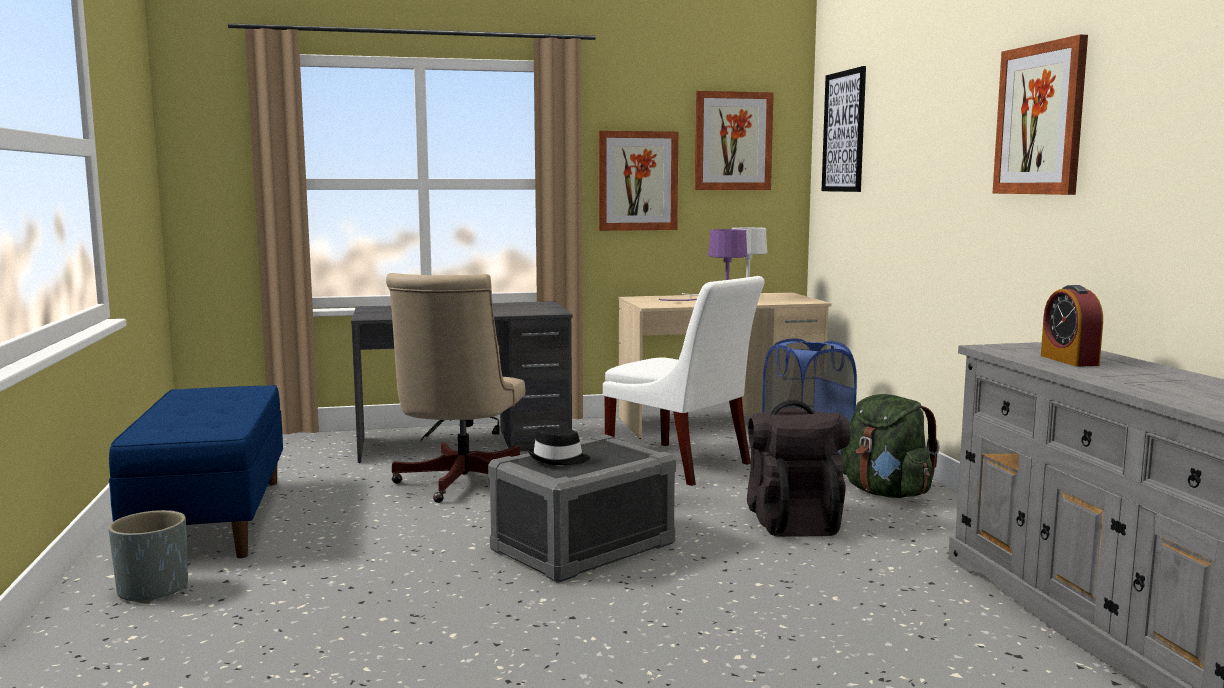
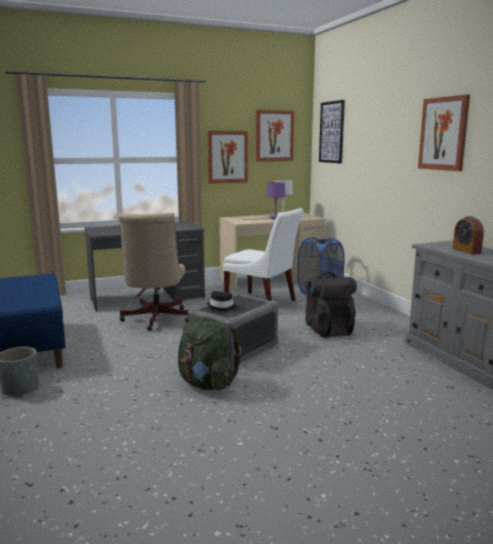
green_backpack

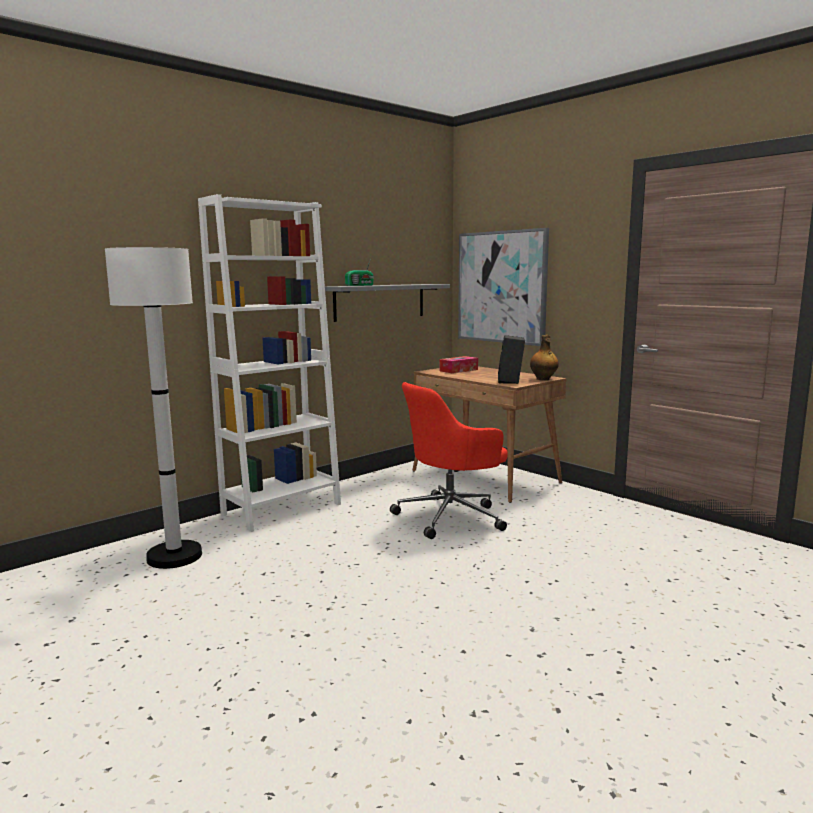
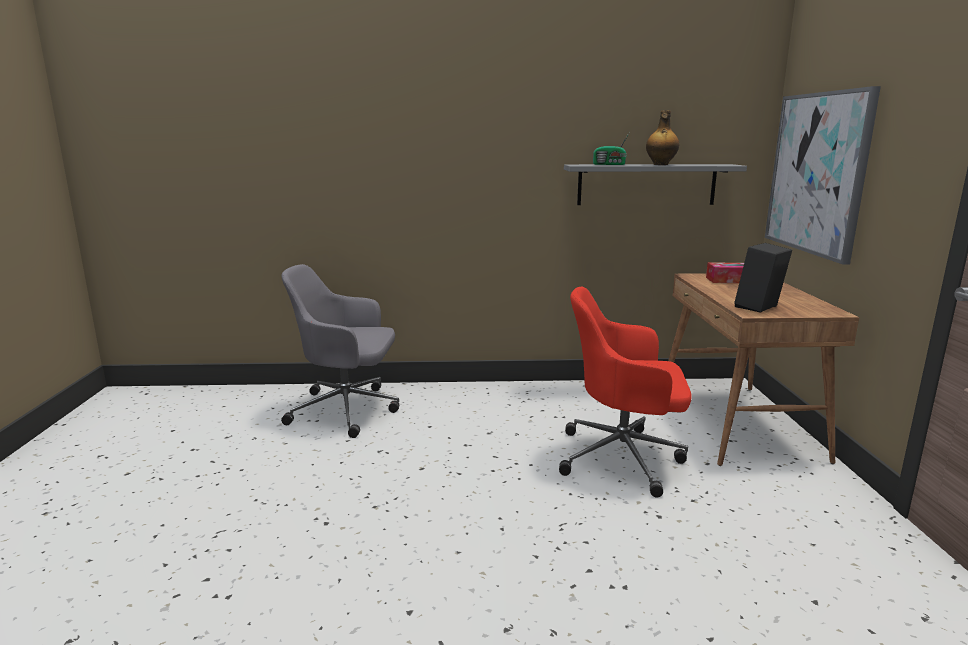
white_bookcase; bottle; grey_office_chair

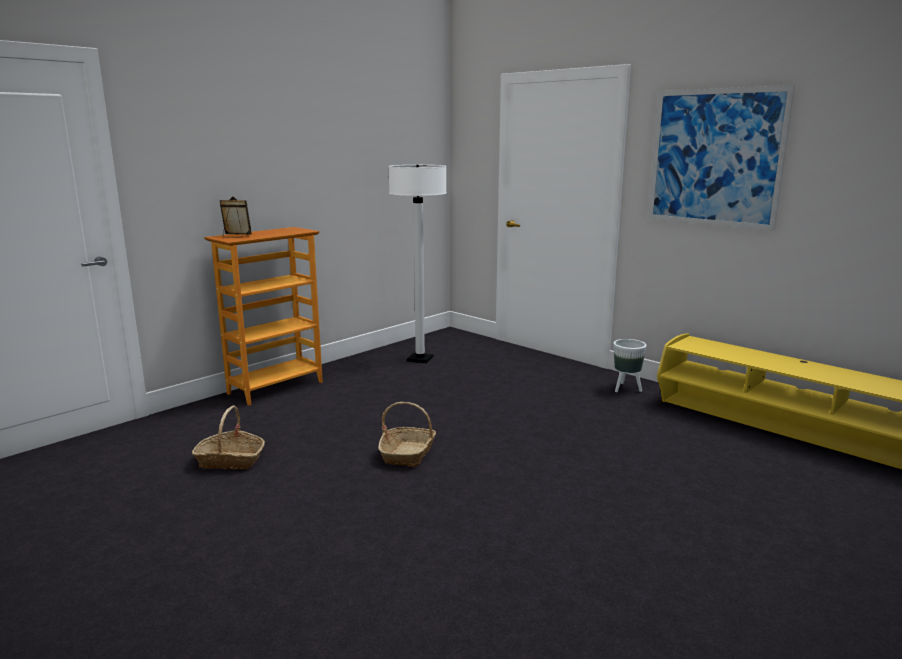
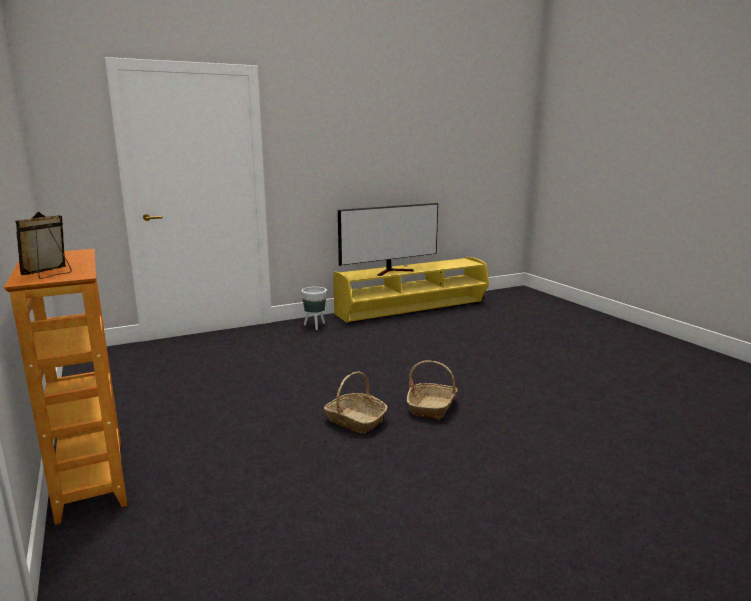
white_floor_lamp; picture; television; basket (no. 2 from left)

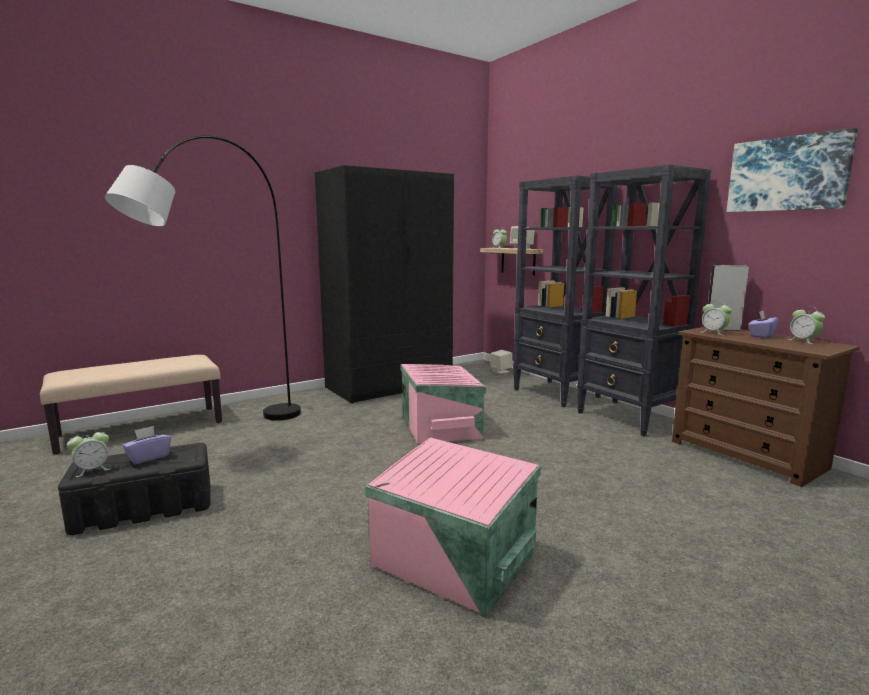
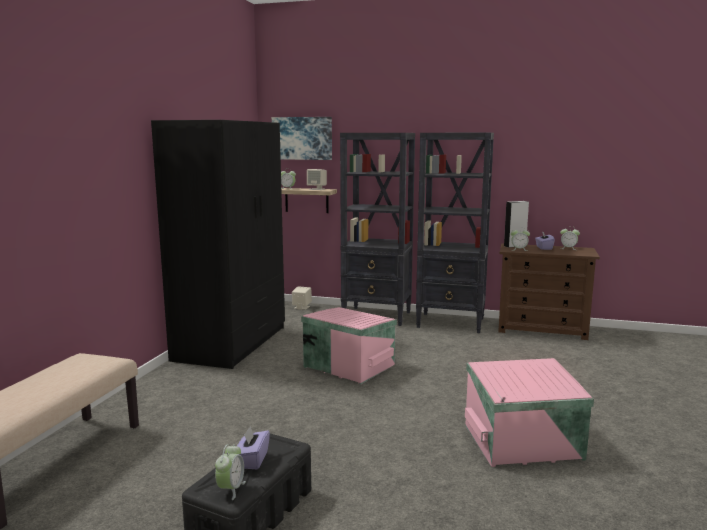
grey_floor_lamp; picture

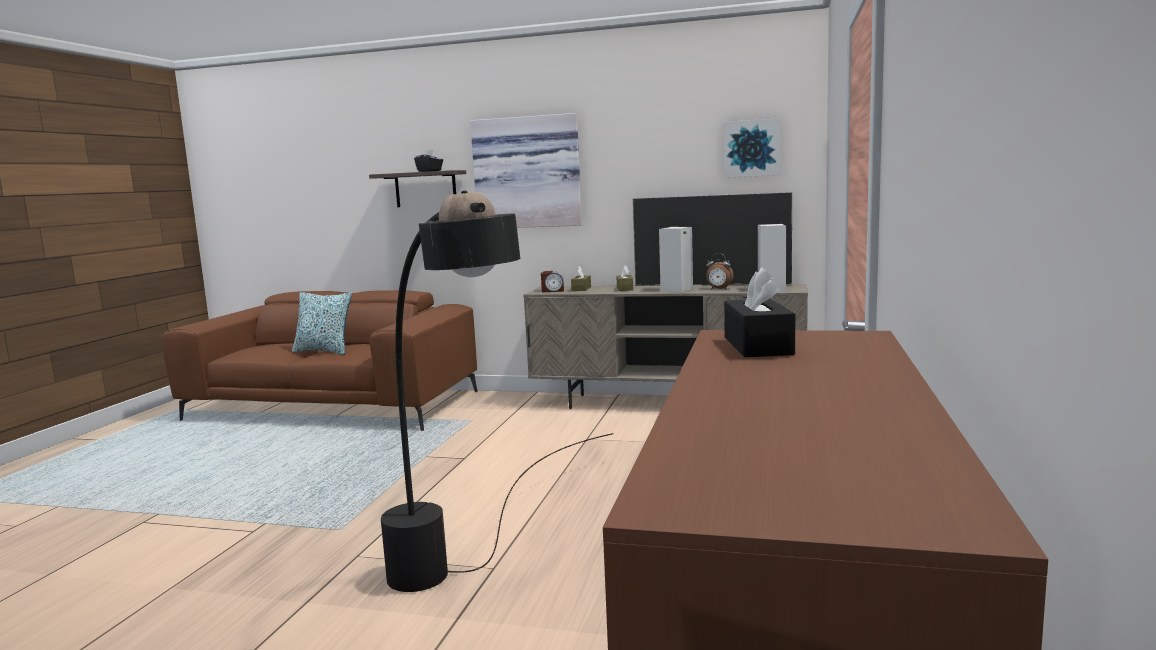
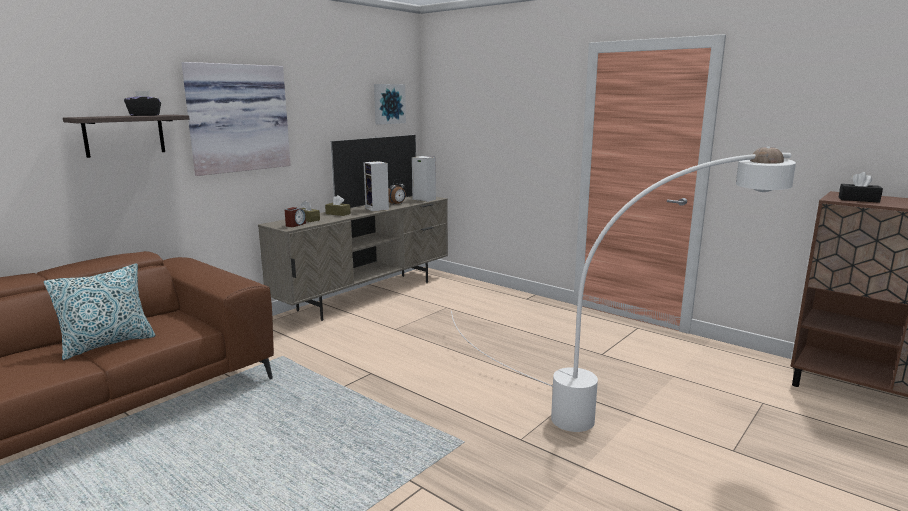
white_floor_lamp

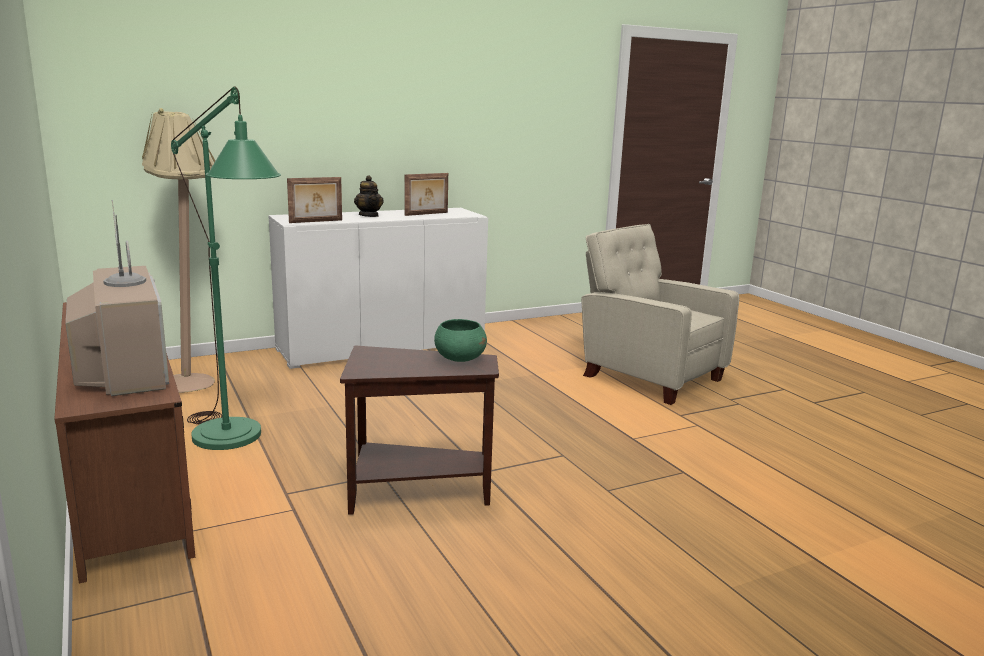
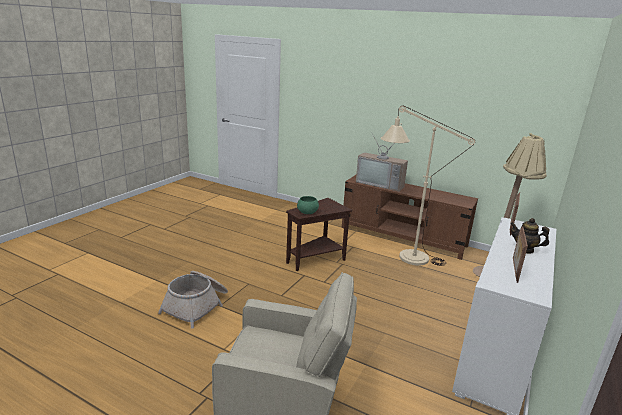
basket; beige_floor_lamp (no. 1 from left)

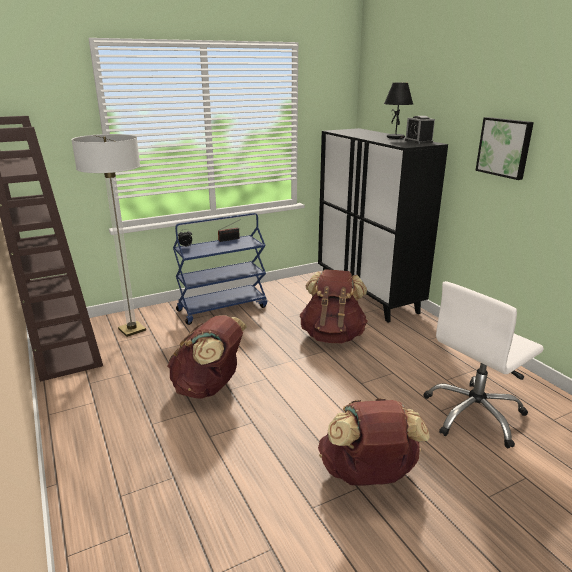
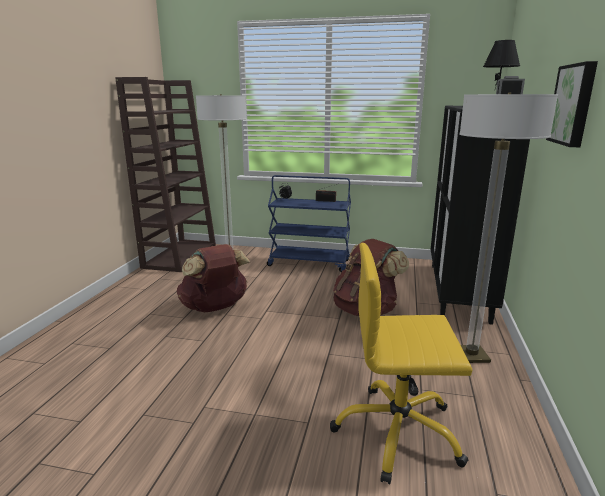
brown_backpack (no. 3 from left in the first image); floor_lamp (no. 2 from left); yellow_office_chair

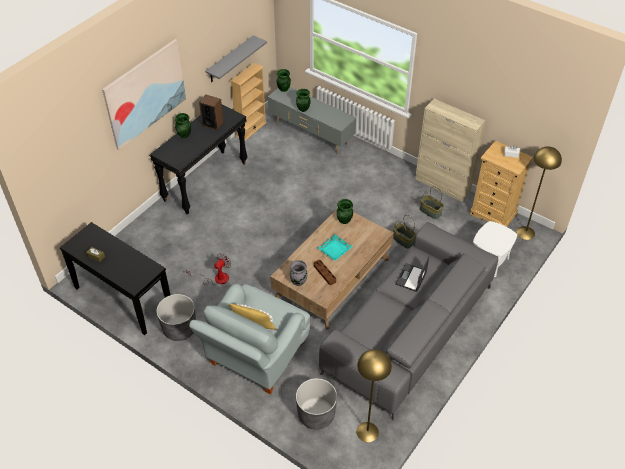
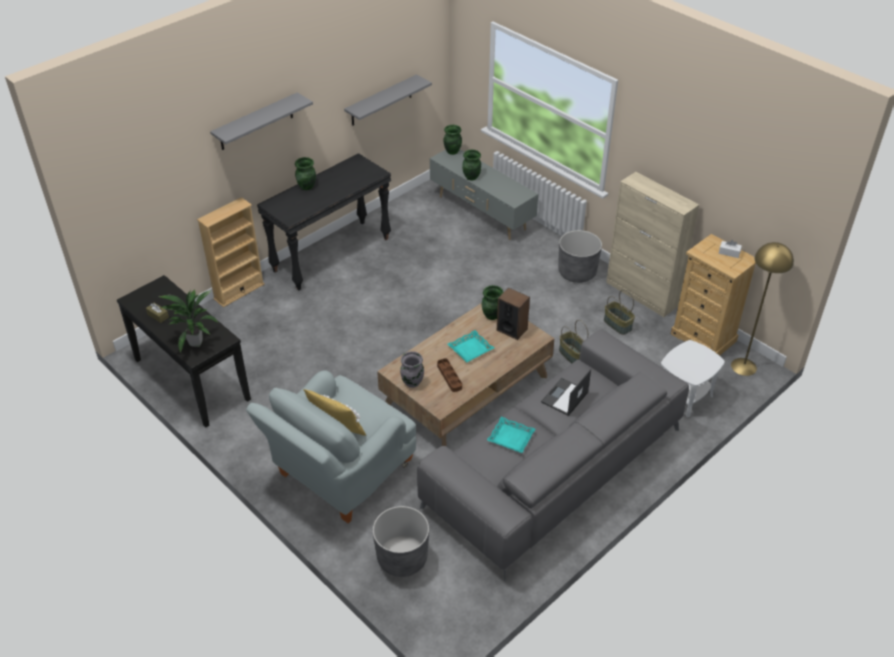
fan; yellow_floor_lamp (no. 1 from left in the first image); potted_plant; turquoise_tray (no. 2 from left); grey_planter (no. 2 from left); speaker; beige_bookcase; grey_shelf (no. 1 from left)

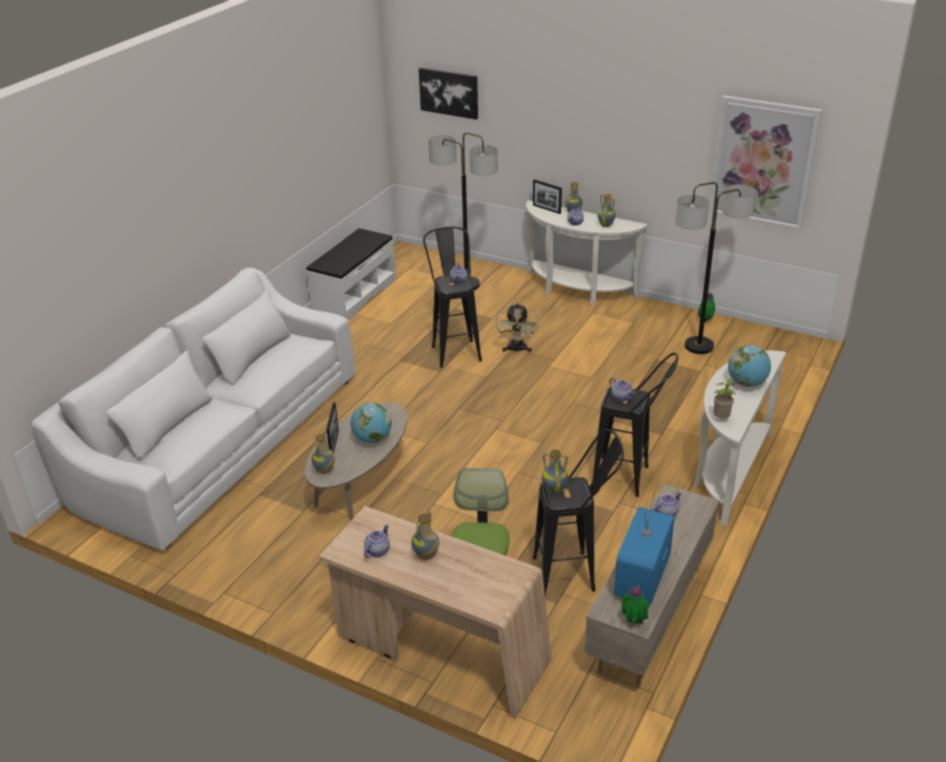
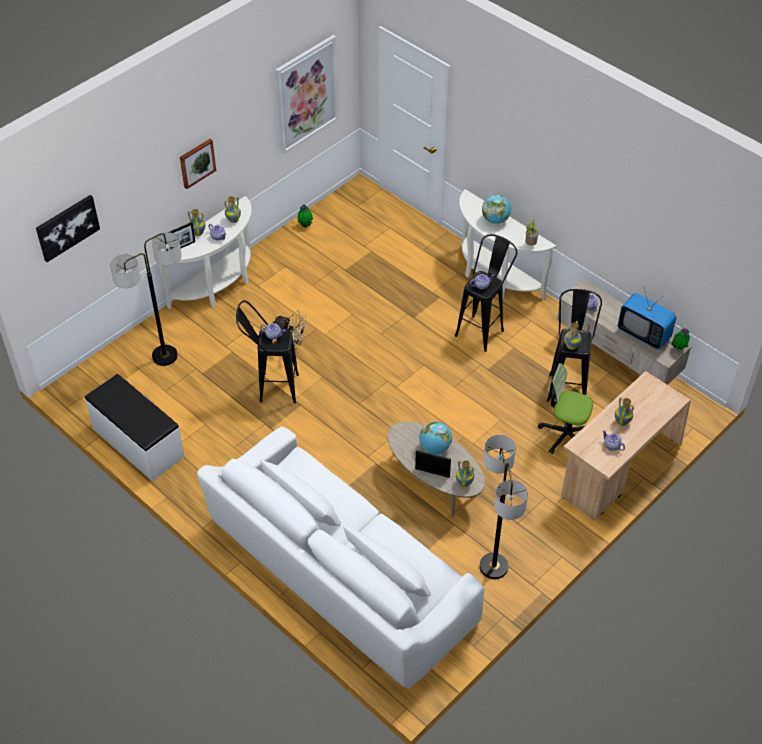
picture (no. 2 from left); floor_lamp (no. 2 from left)

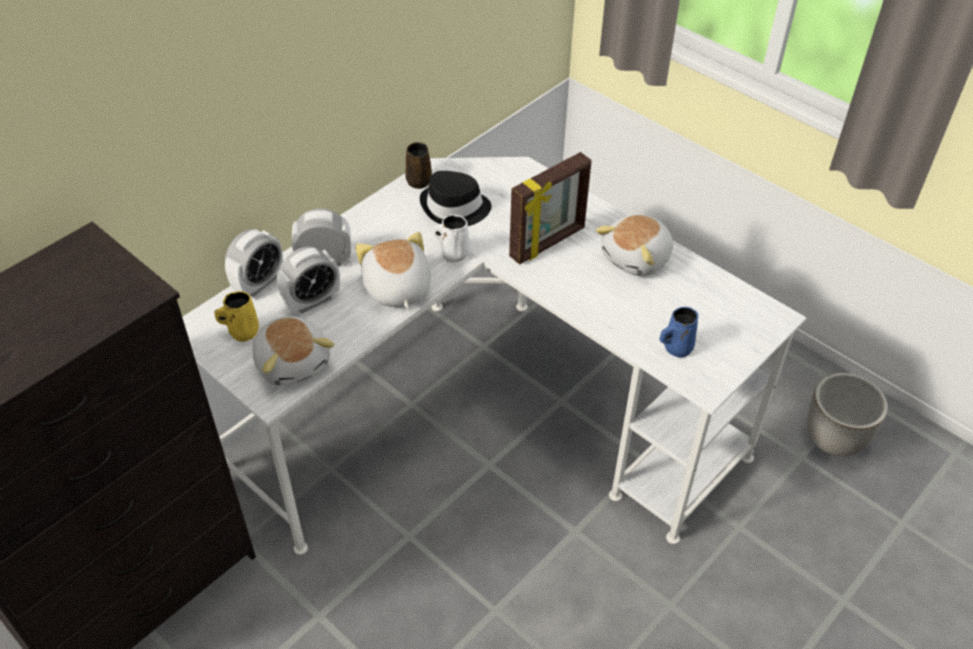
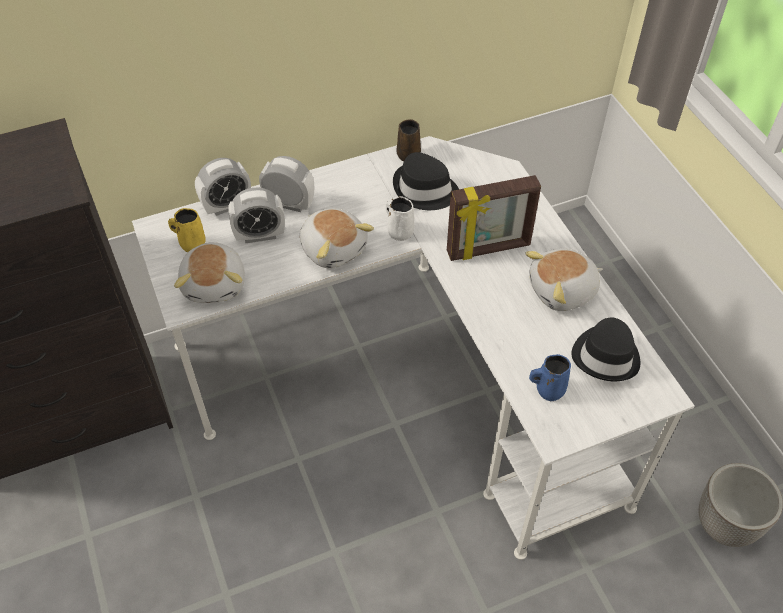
black_hat (no. 2 from left); plush_toy (no. 2 from left)

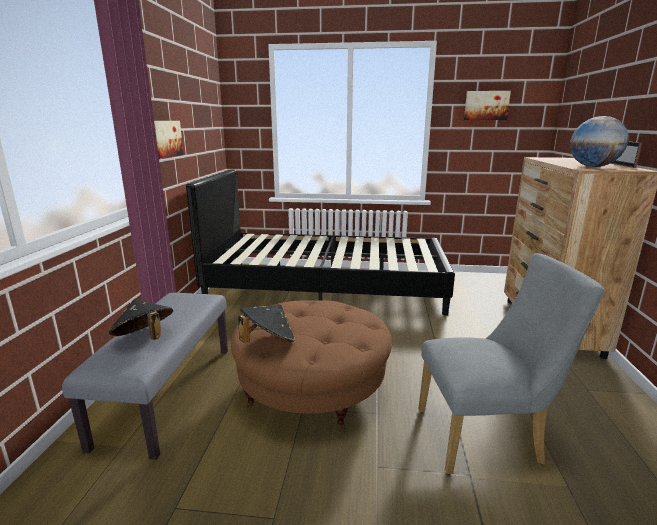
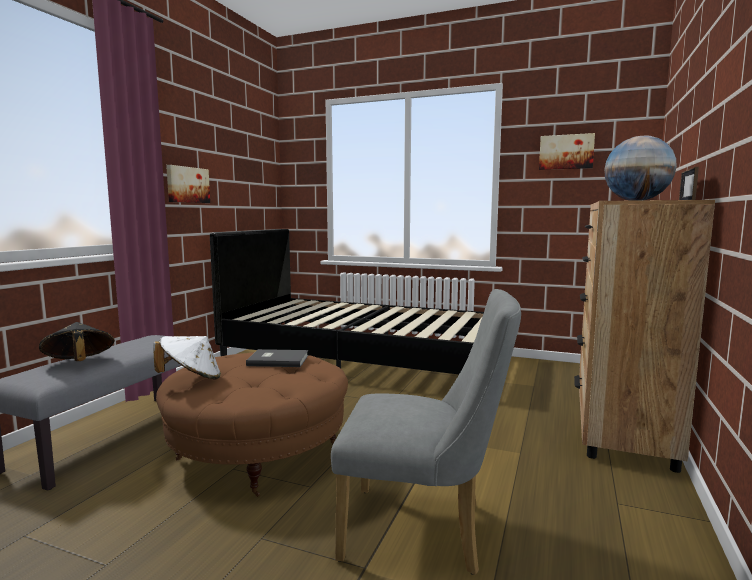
grey_book; white_hat

